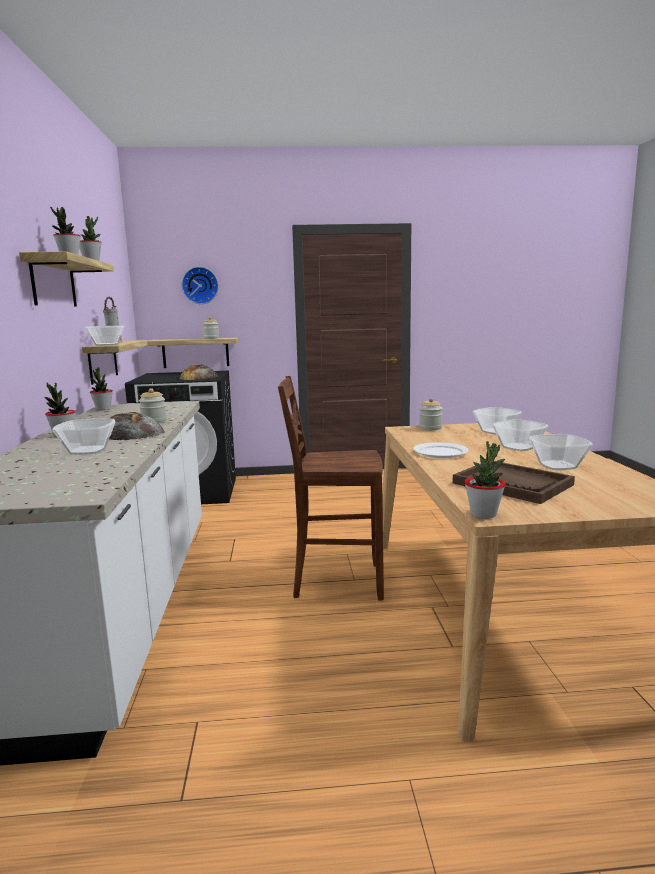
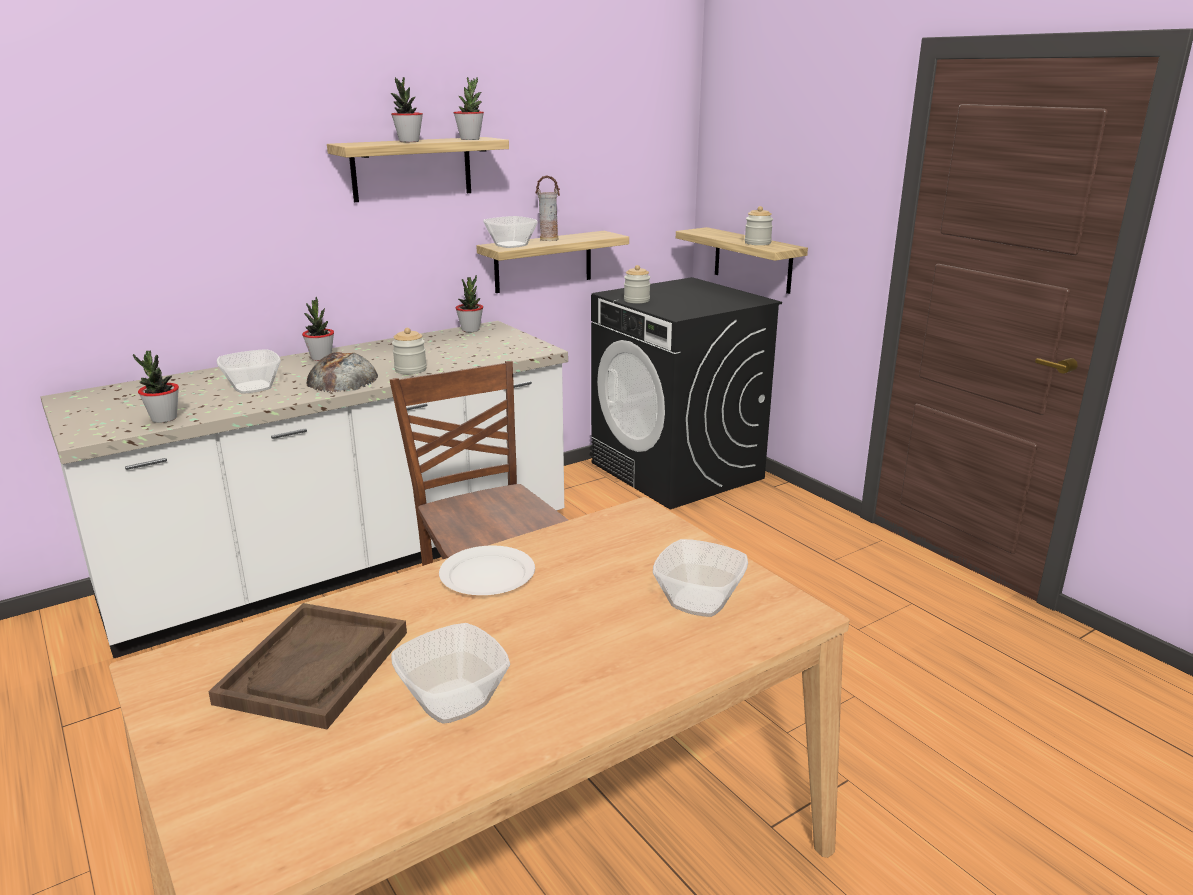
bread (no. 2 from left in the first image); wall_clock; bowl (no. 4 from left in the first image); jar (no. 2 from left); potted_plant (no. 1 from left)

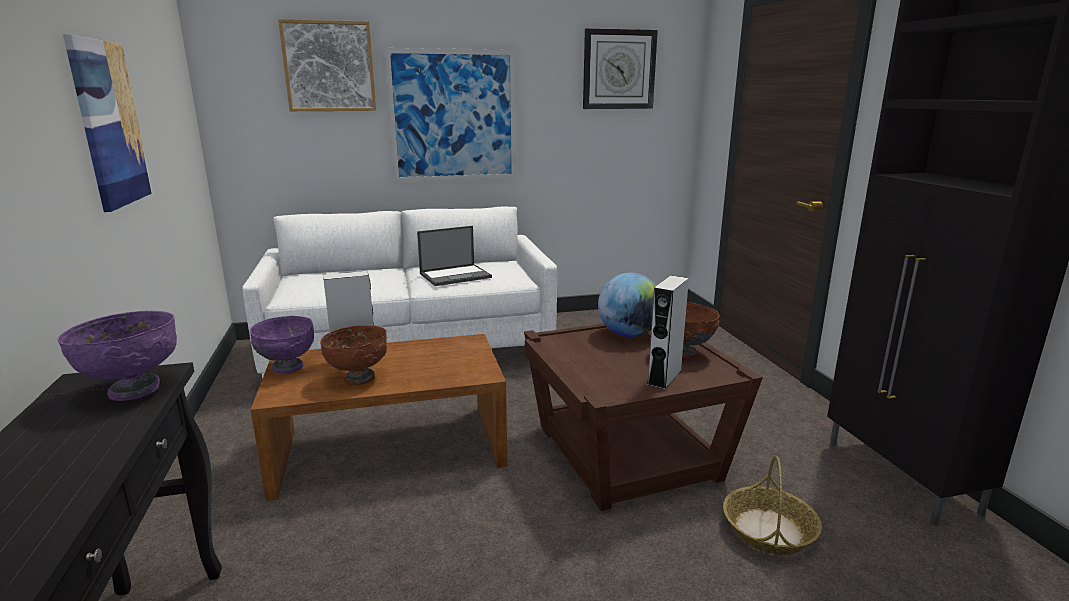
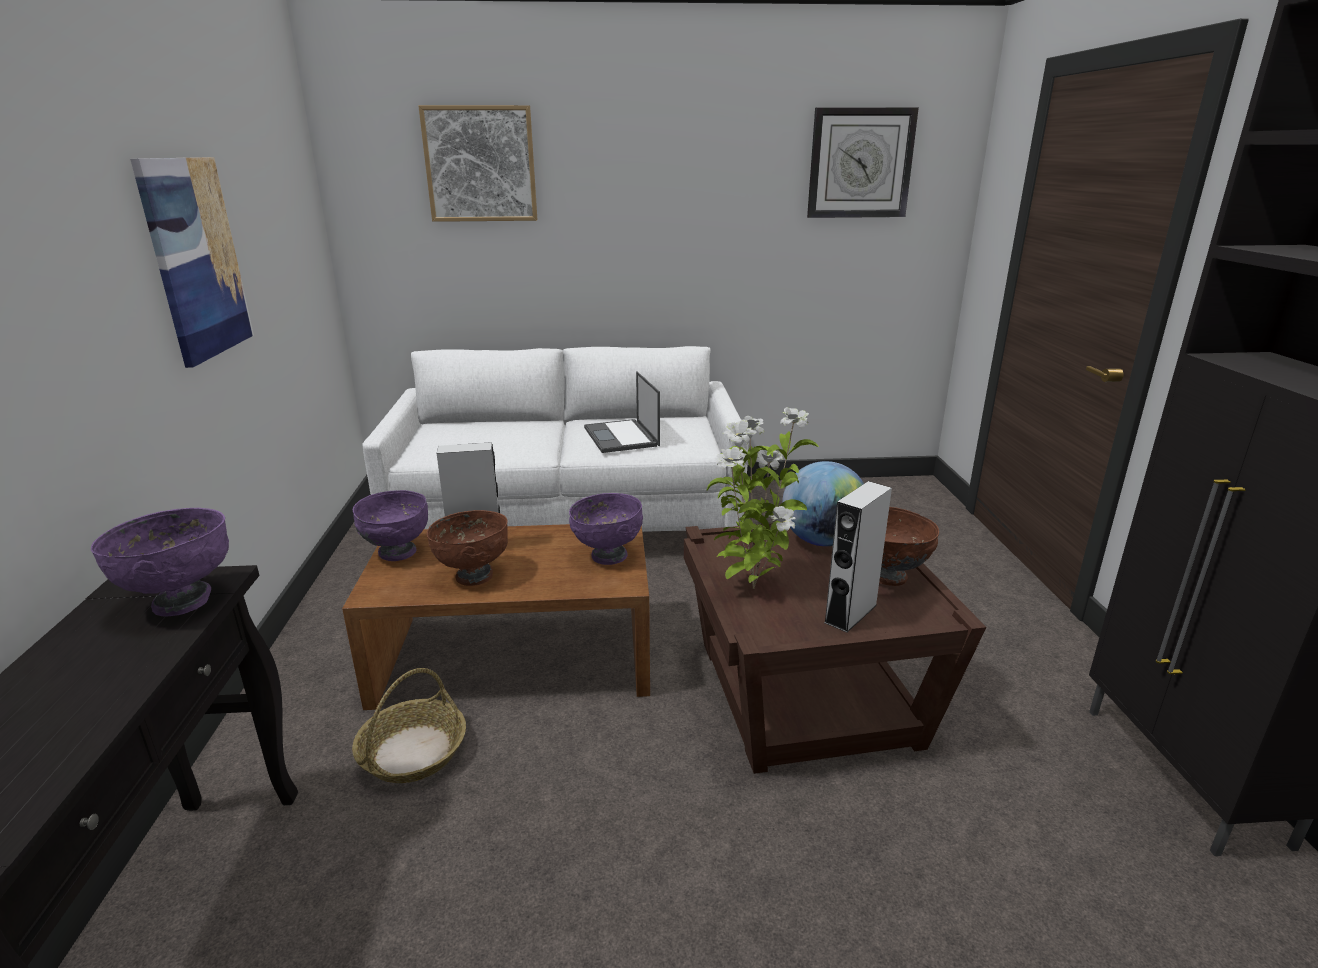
picture (no. 3 from left in the first image); purple_bowl (no. 3 from left); potted_plant; basket; laptop

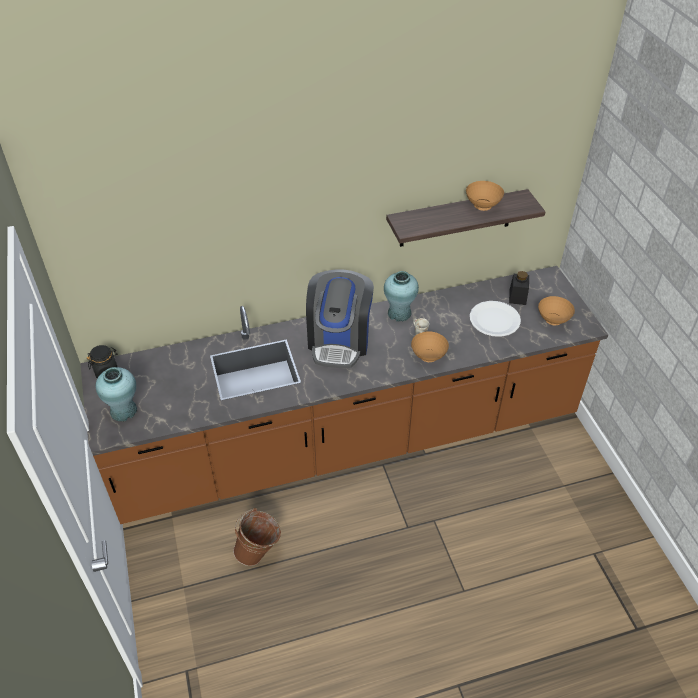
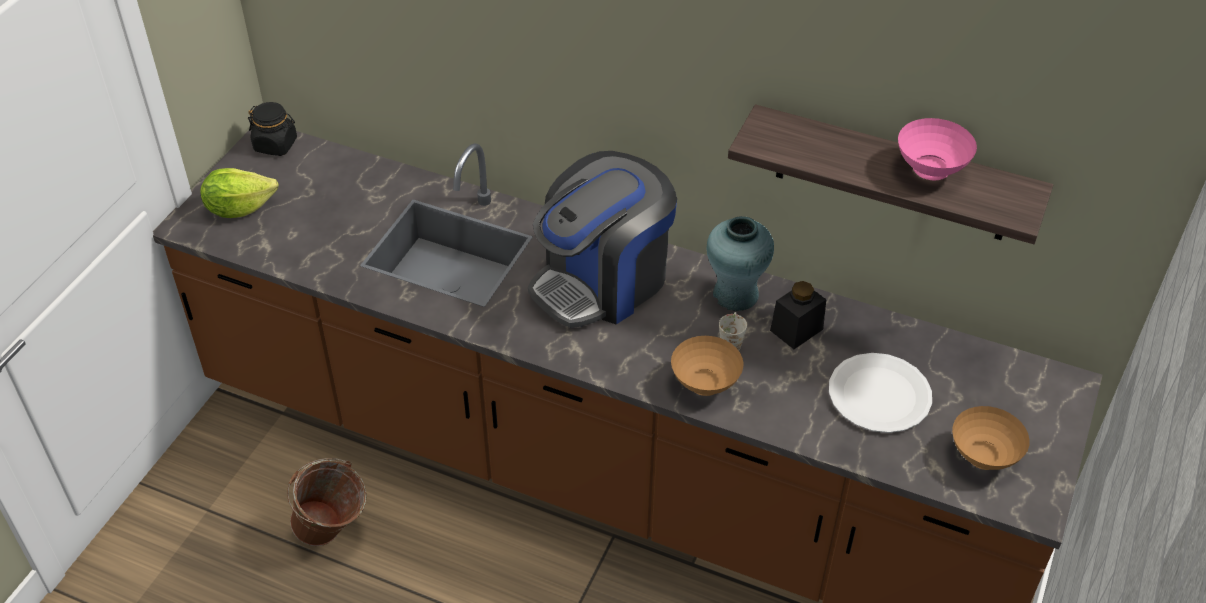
black_jar (no. 2 from left); lettuce; pink_bowl

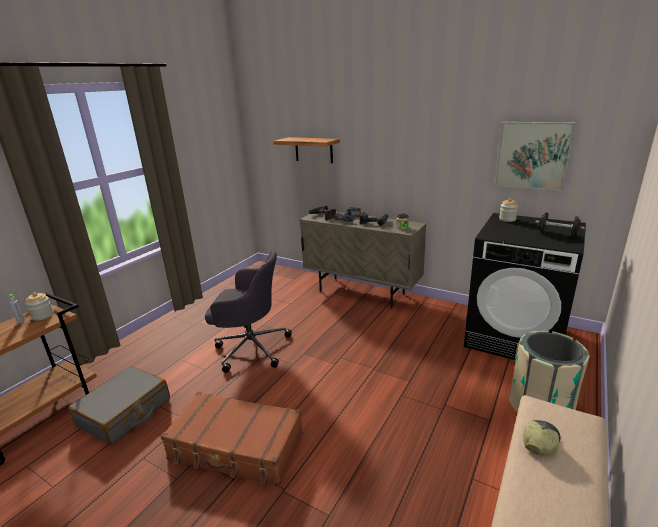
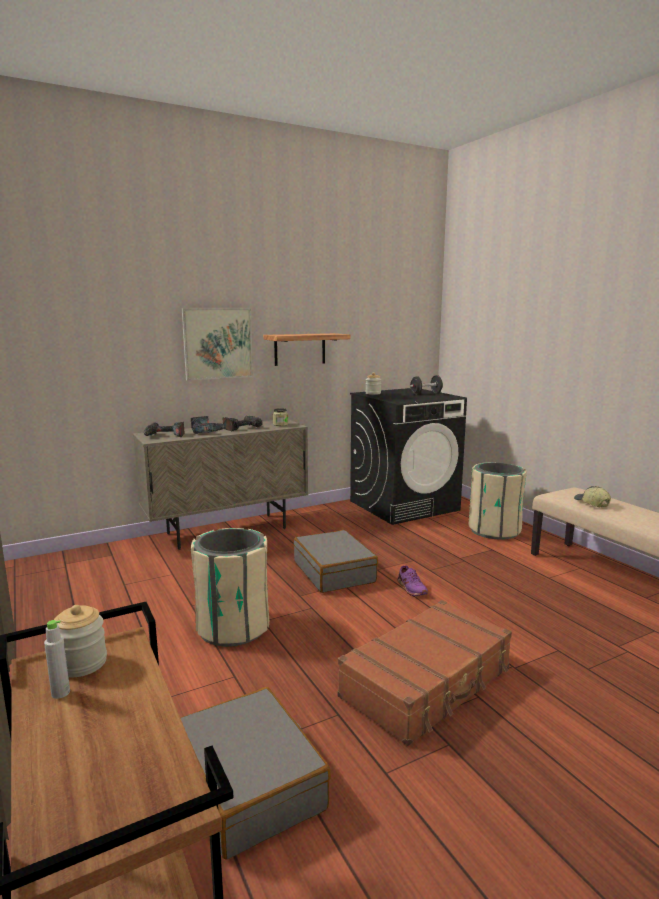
grey_suitcase (no. 2 from left); purple_shoe; shelf; picture; beige_trash_can (no. 1 from left)

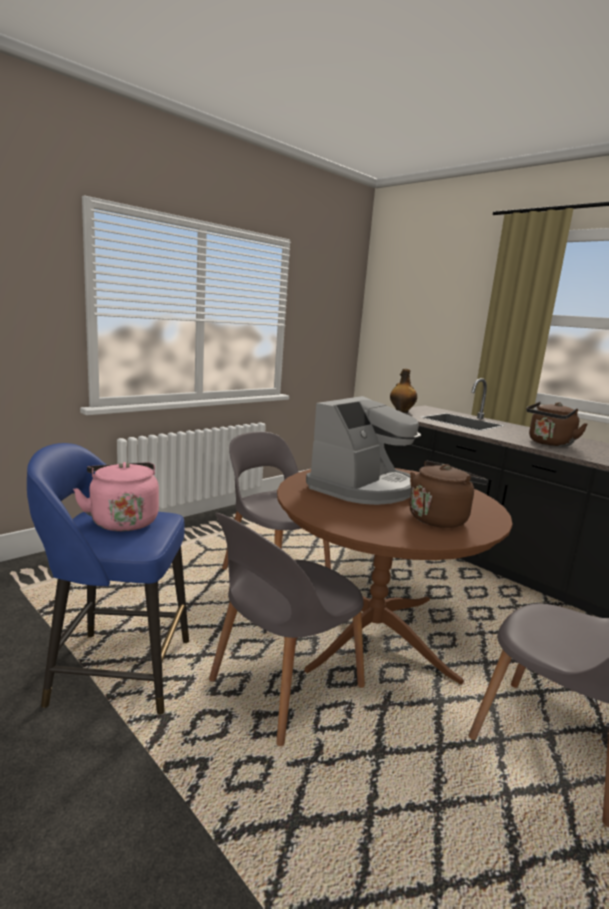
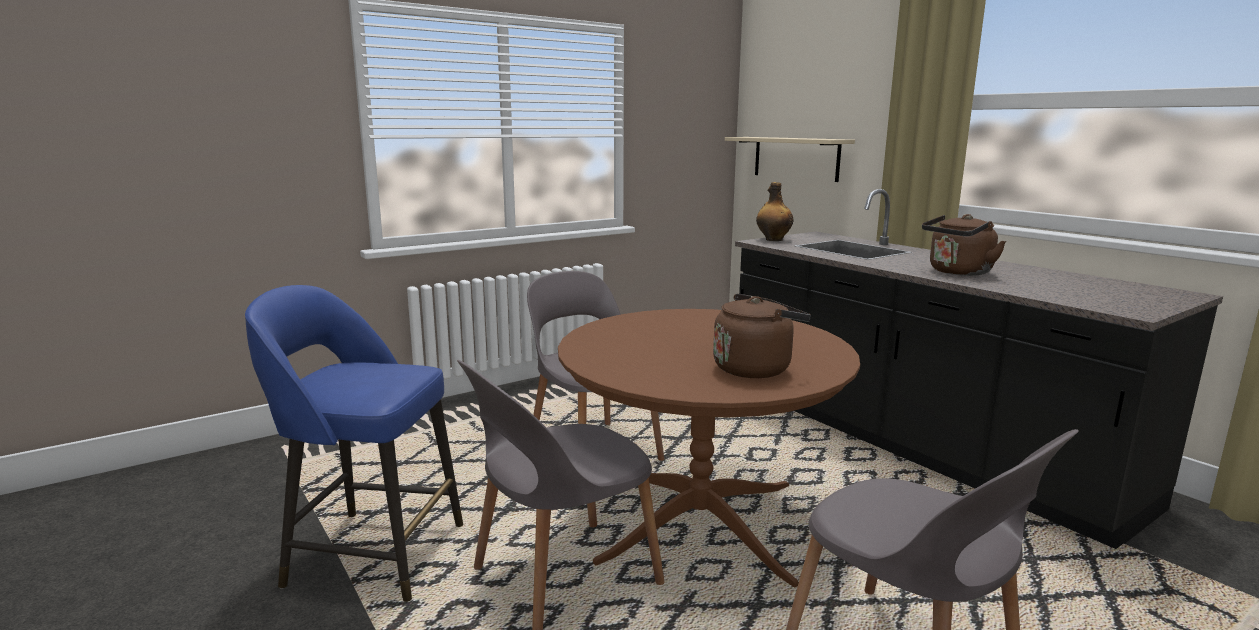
pink_kettle; coffee_machine; beige_shelf

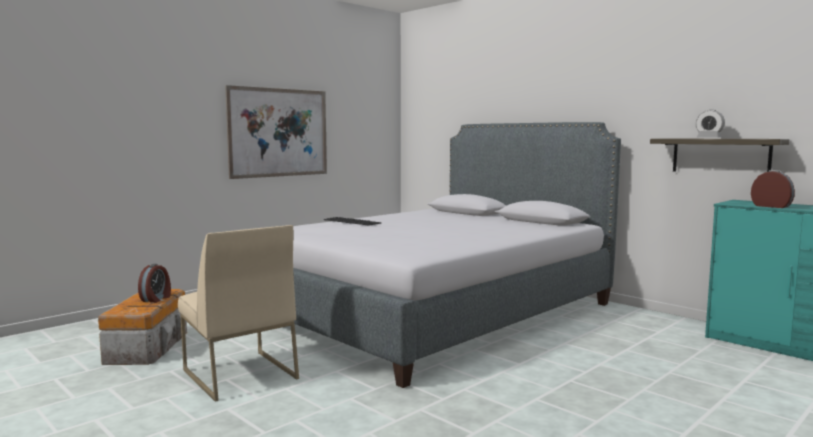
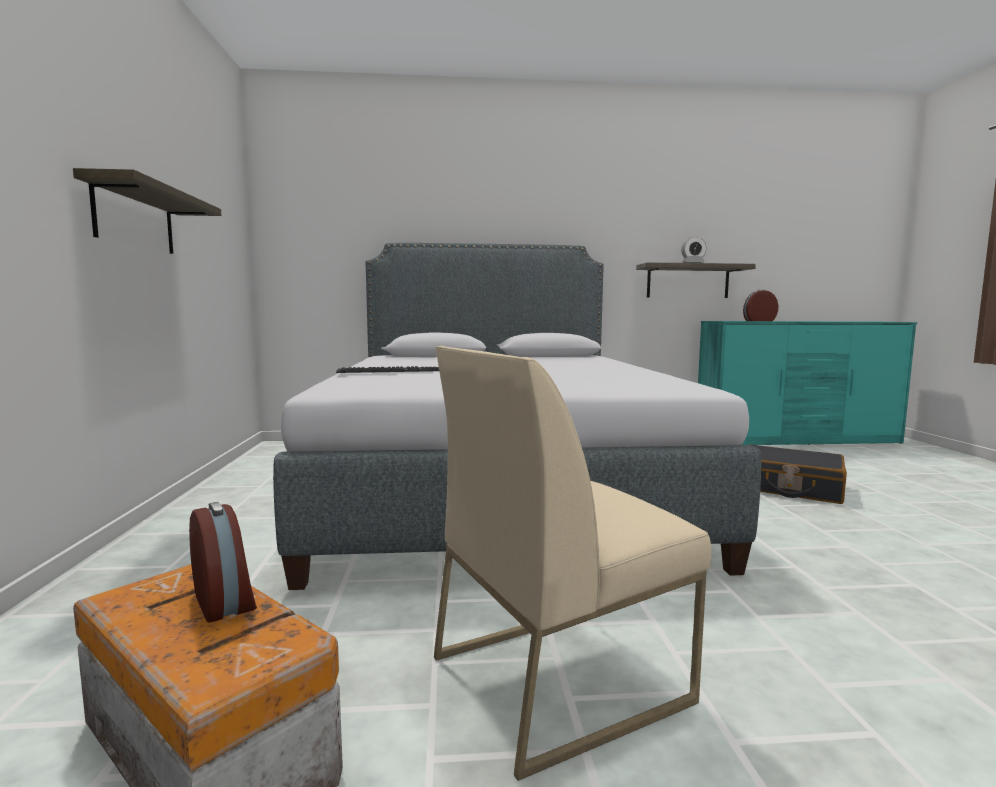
black_suitcase; shelf (no. 1 from left); beige_chair

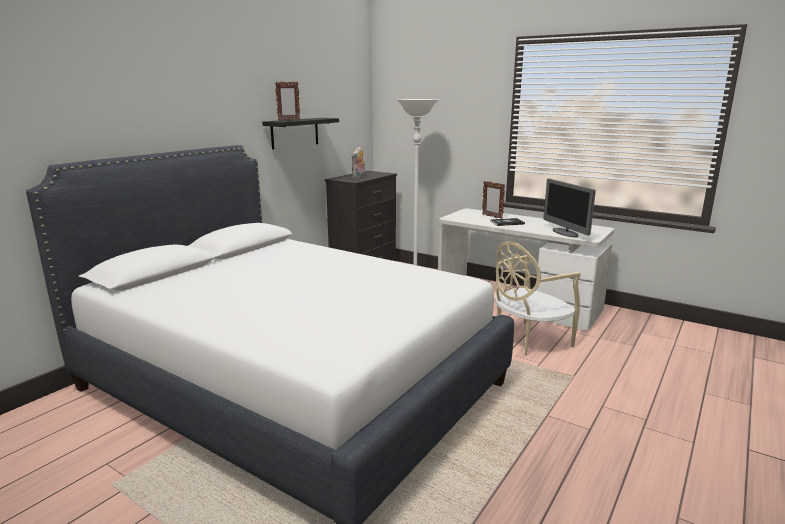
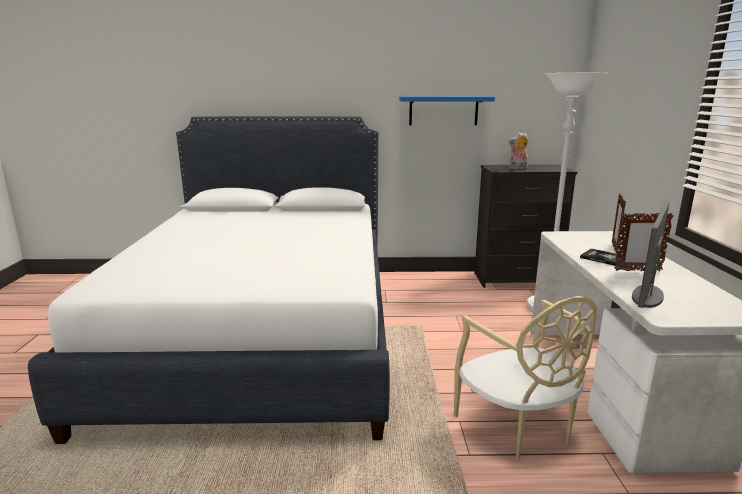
picture_frame (no. 2 from left); blue_shelf; beige_chair

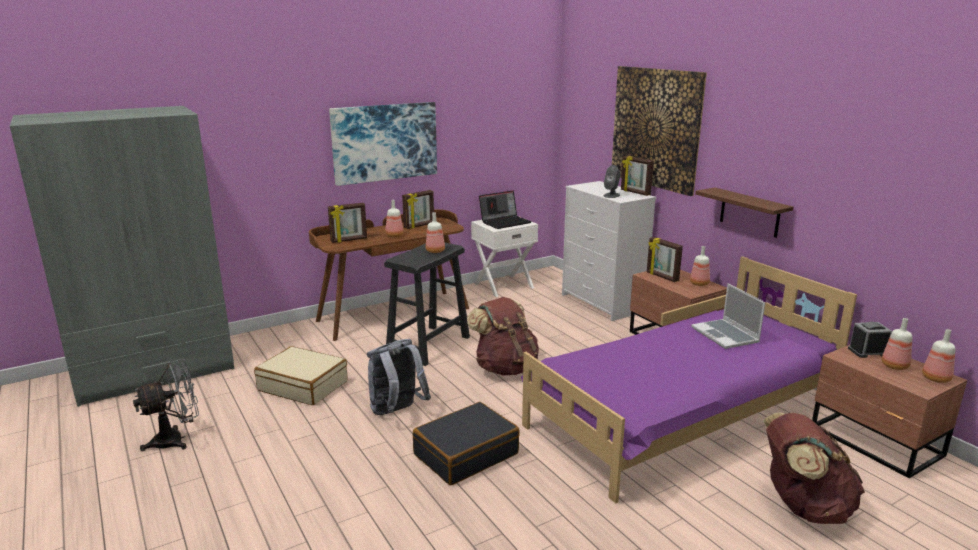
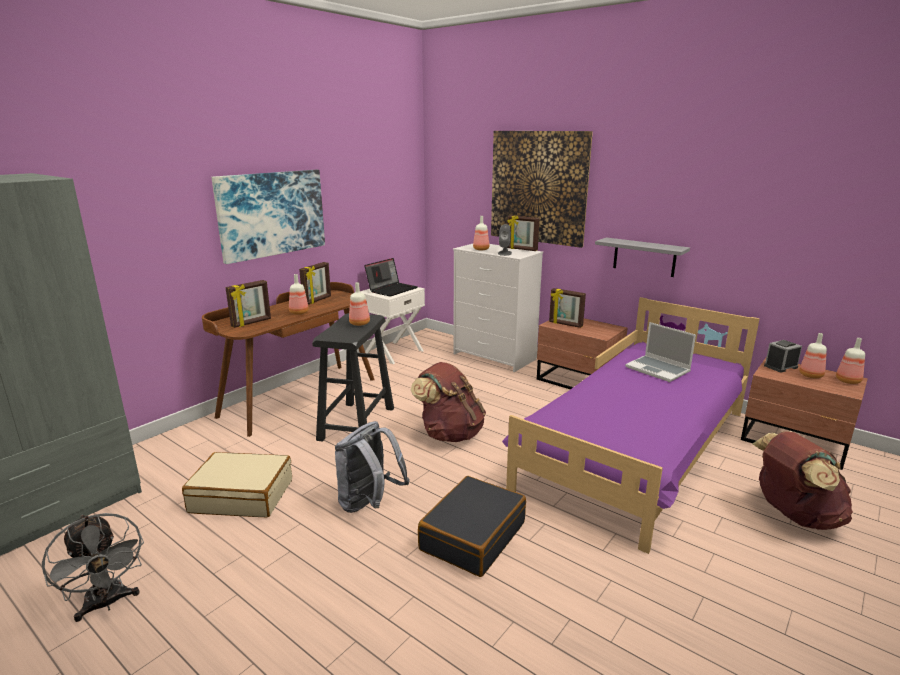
bottle (no. 3 from left); grey_shelf; grey_fan

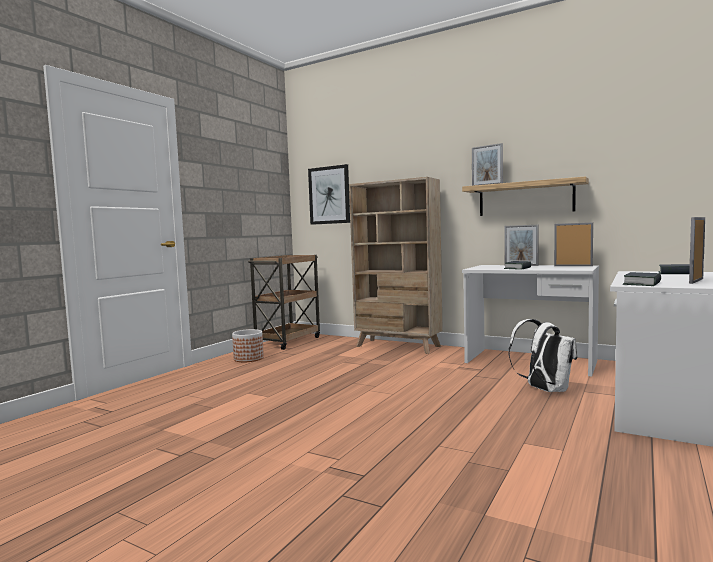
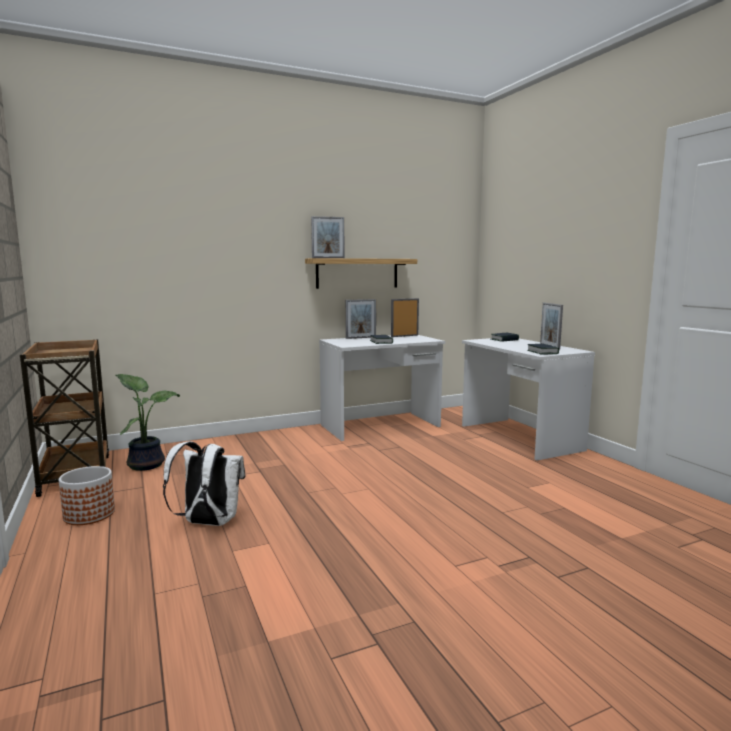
picture; beige_bookcase; potted_plant; white_backpack

